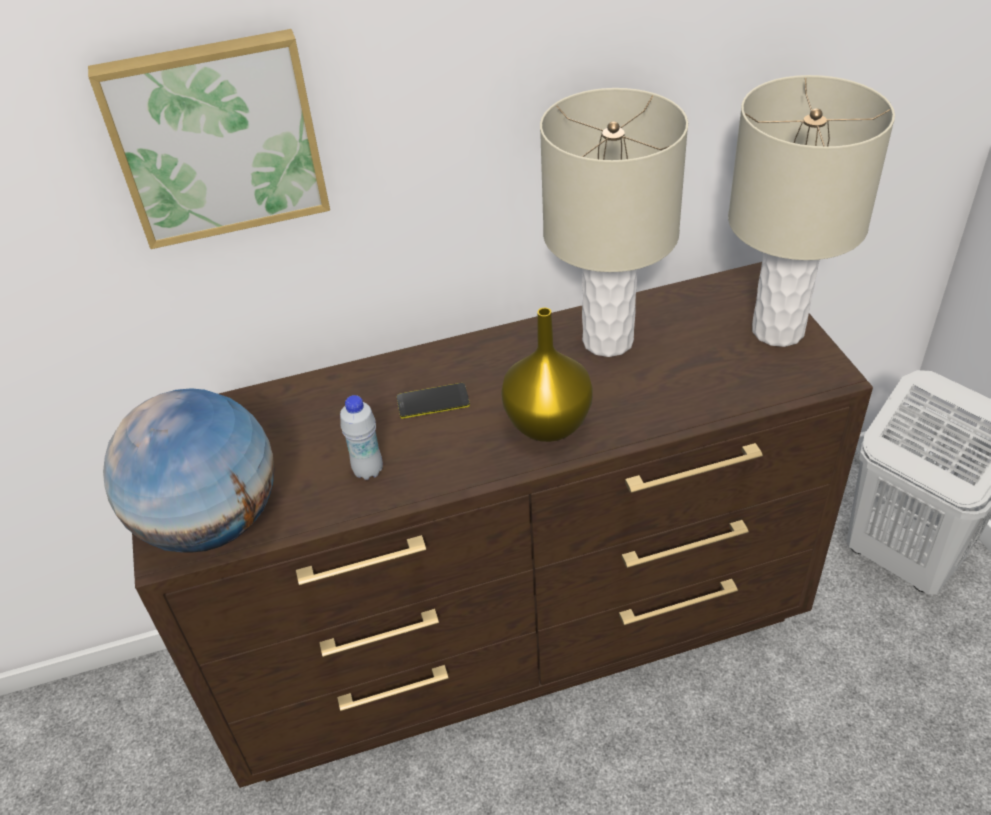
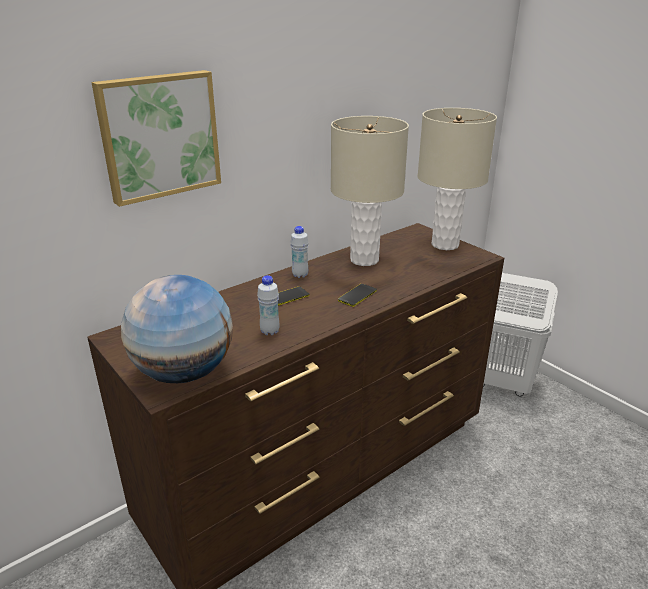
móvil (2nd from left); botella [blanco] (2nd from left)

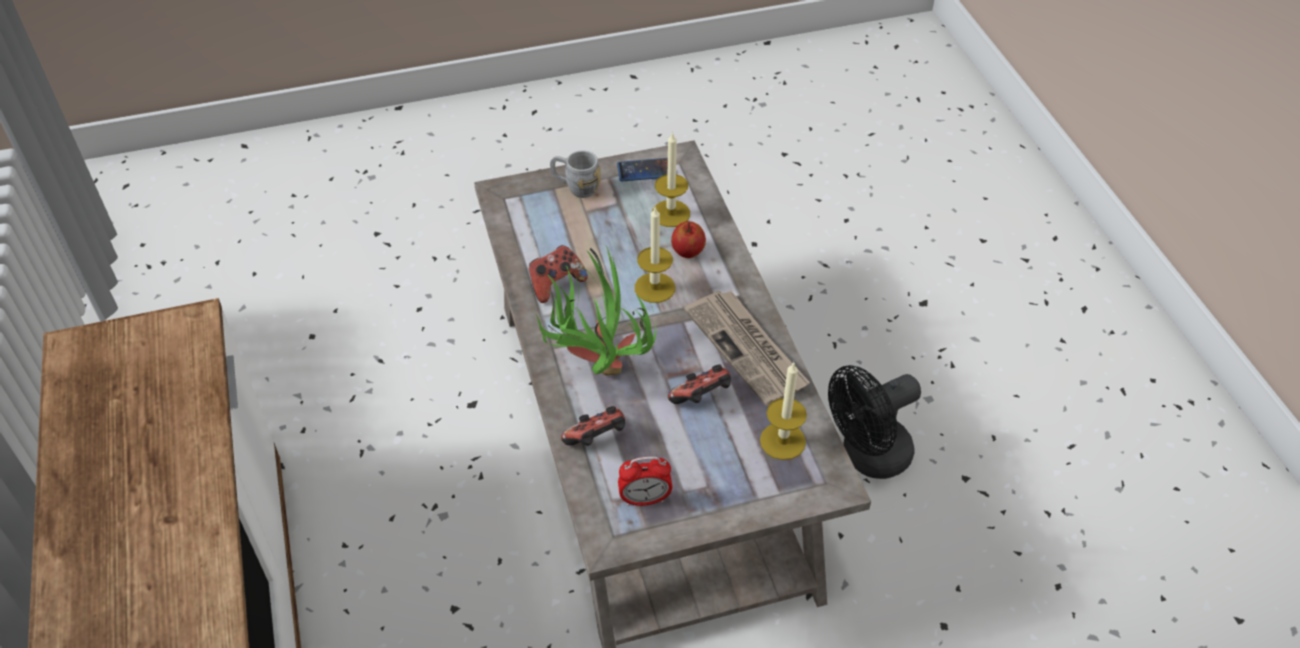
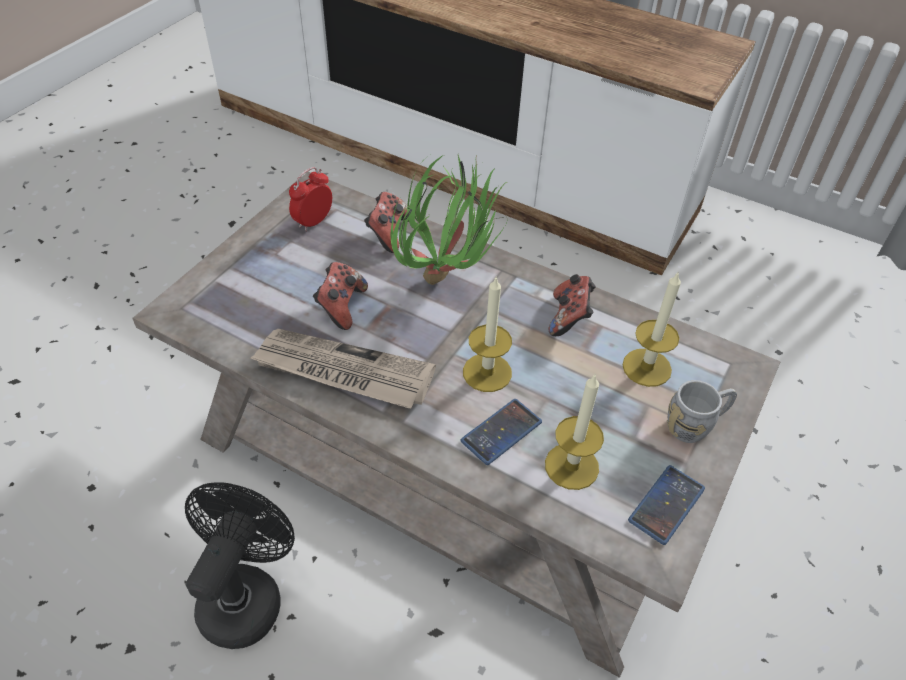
móvil (1st from left); vela (3rd from left)

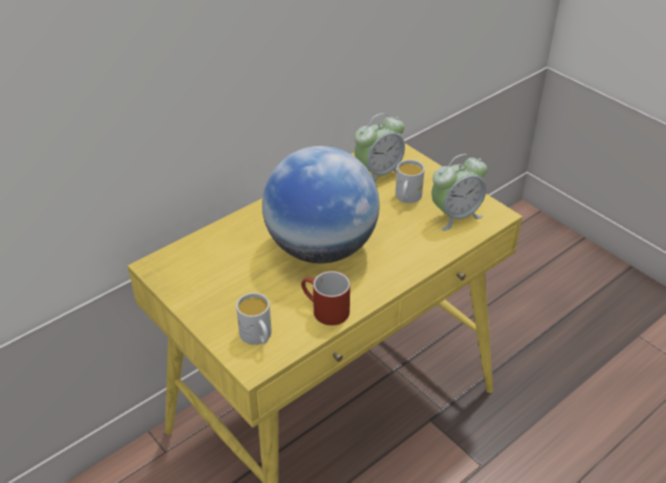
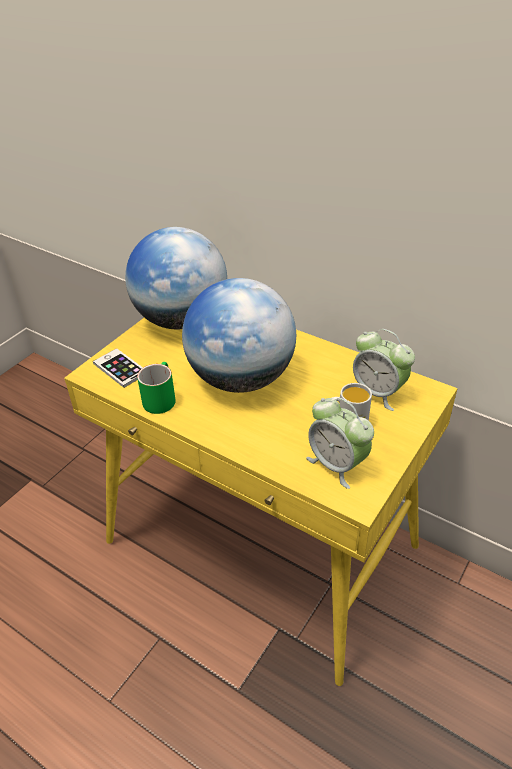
taza grande [verde]; móvil; globo terráqueo (1st from left)

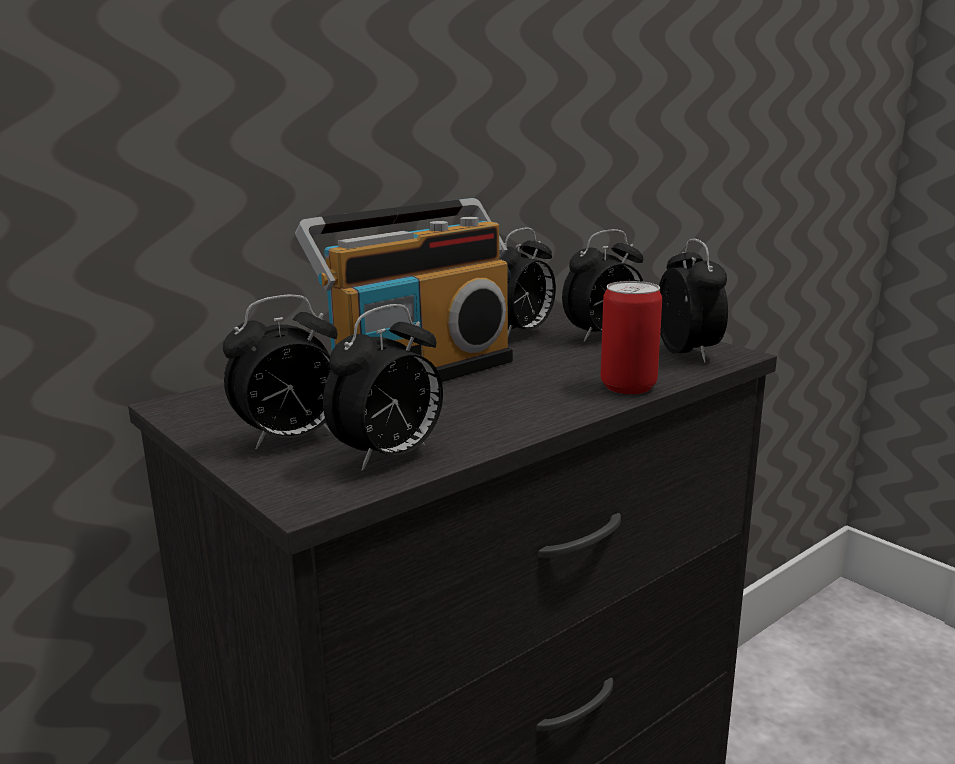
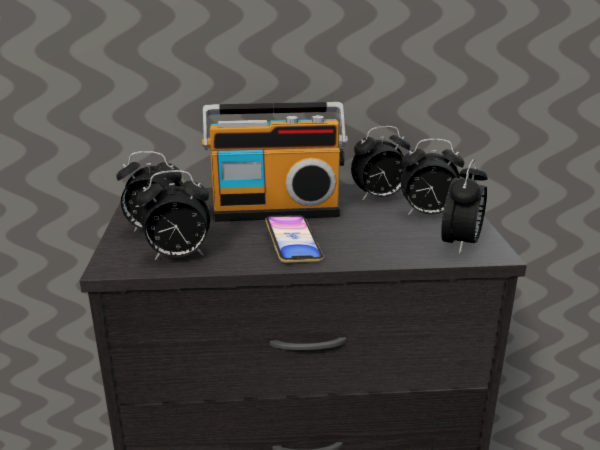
lata; móvil

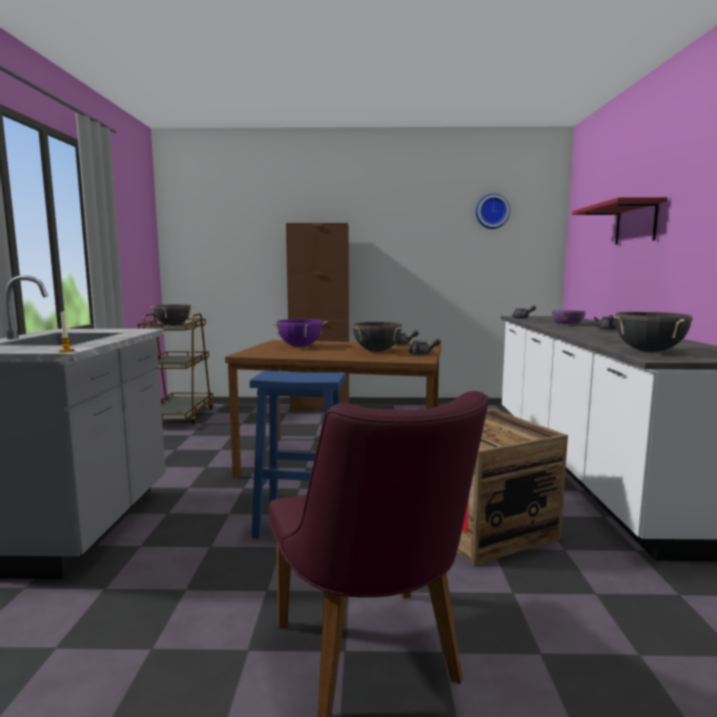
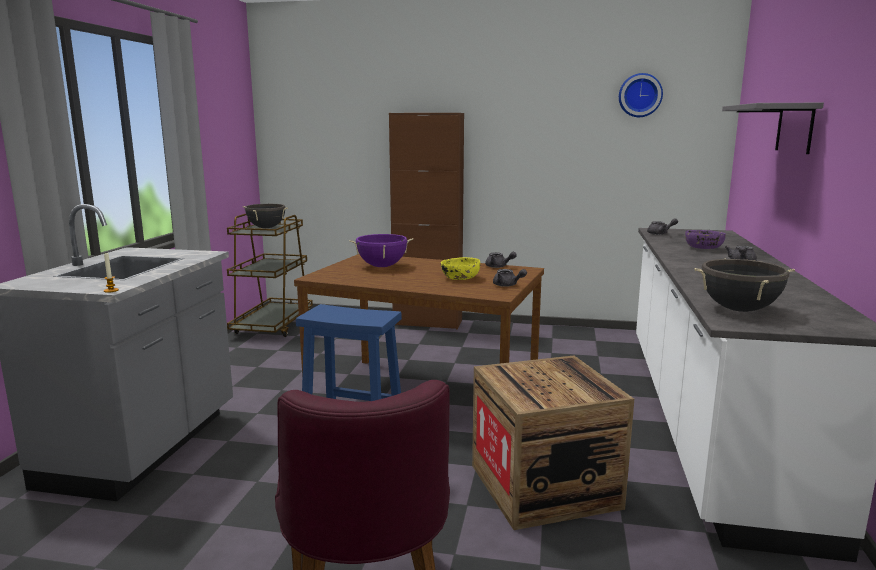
estante [gris]; cuenco [amarillo]

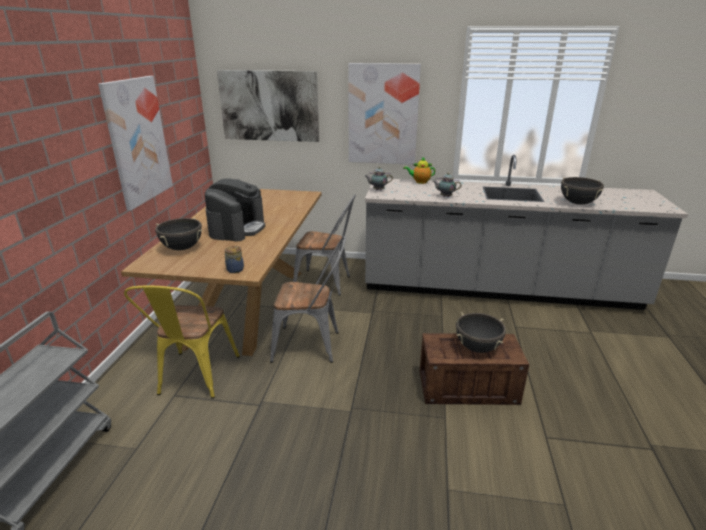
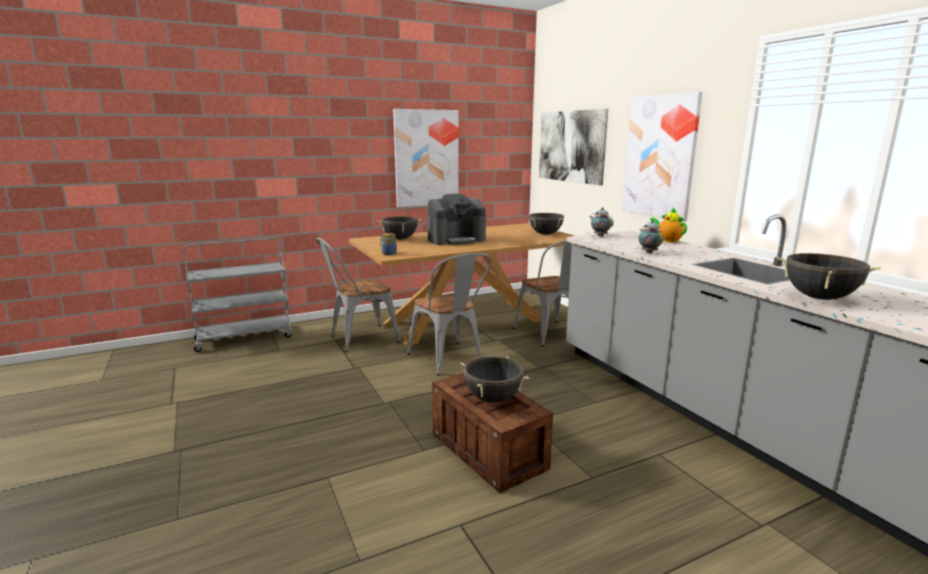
silla [gris] (1st from left); olla [negro] (3rd from left)

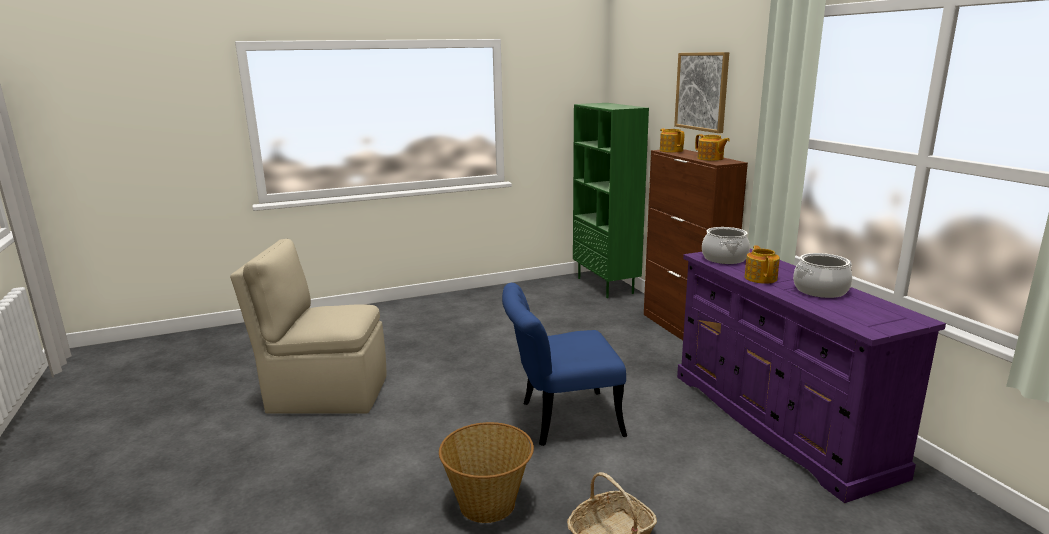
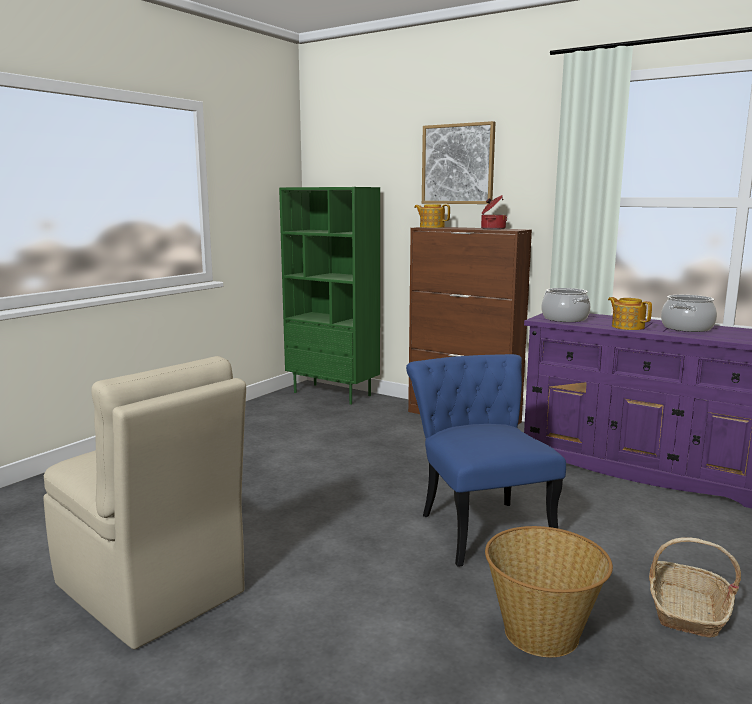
olla (1st from left); silla [beis]; silla [azul]

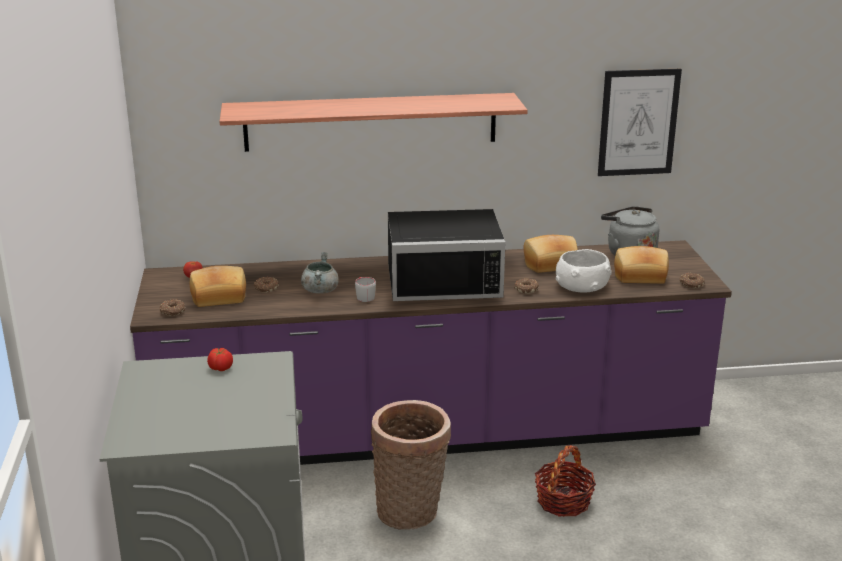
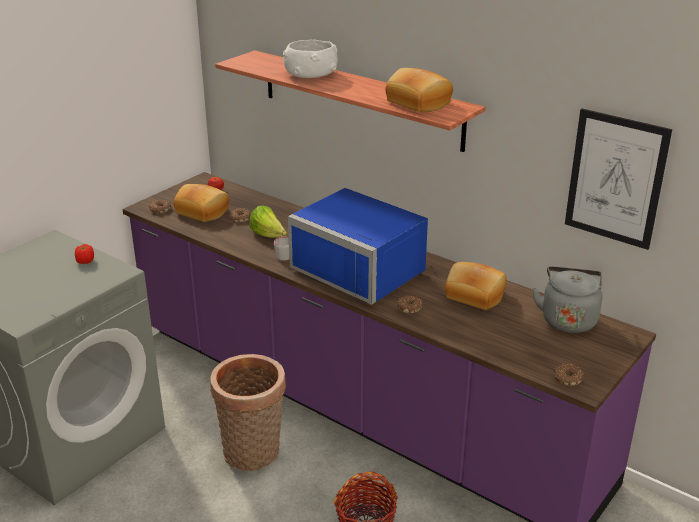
microondas [azul]; pan (2nd from left); cuenco [blanco]; lechuga

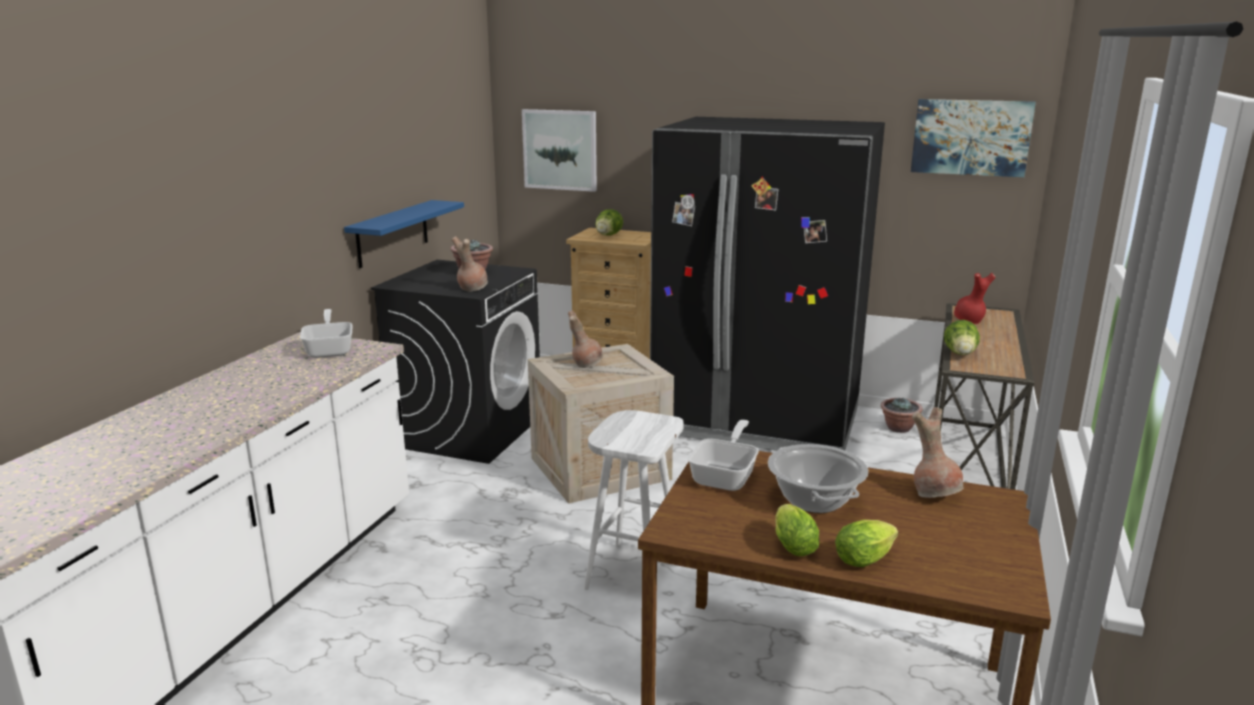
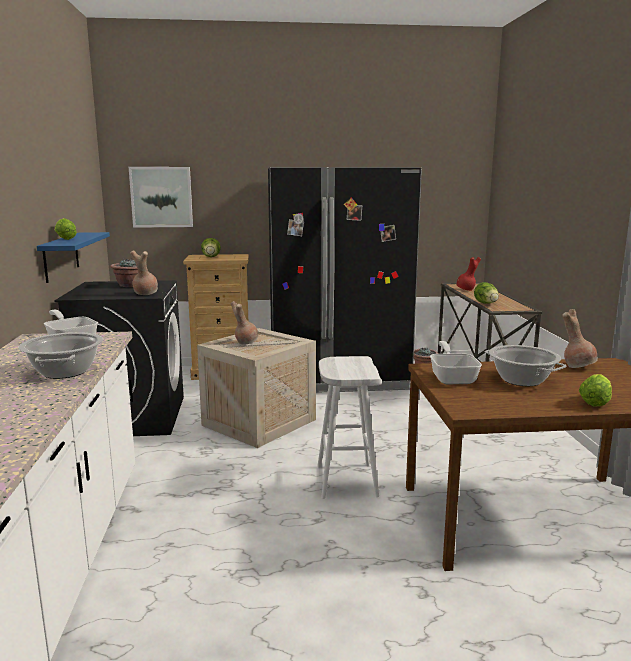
cuadro (2nd from left in the first image); lechuga (1st from left); olla (1st from left)

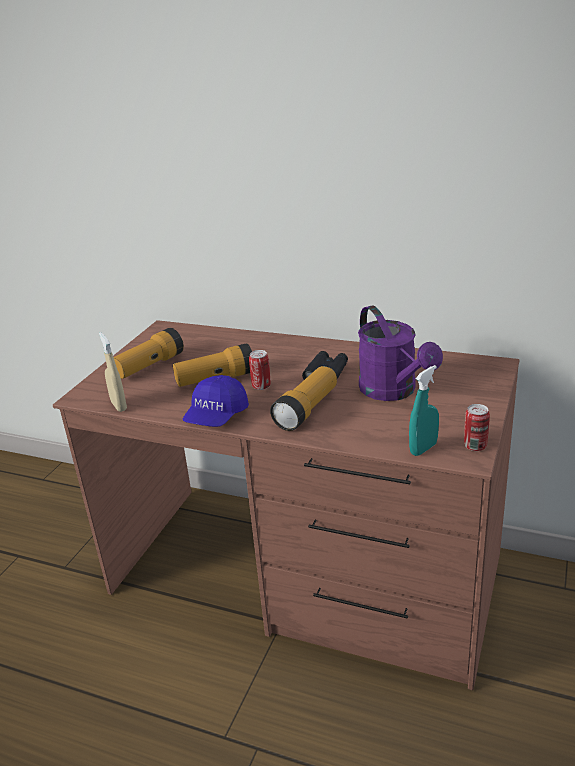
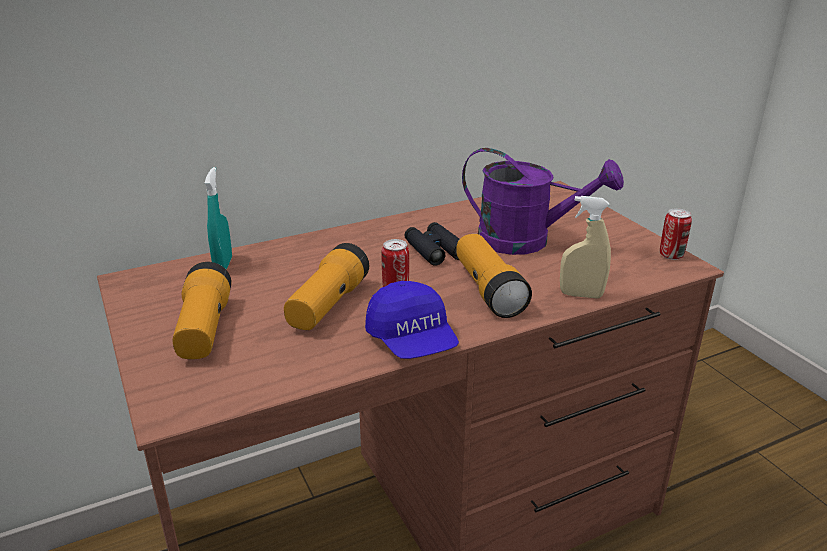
pulverizador [beis]; pulverizador [turquesa]

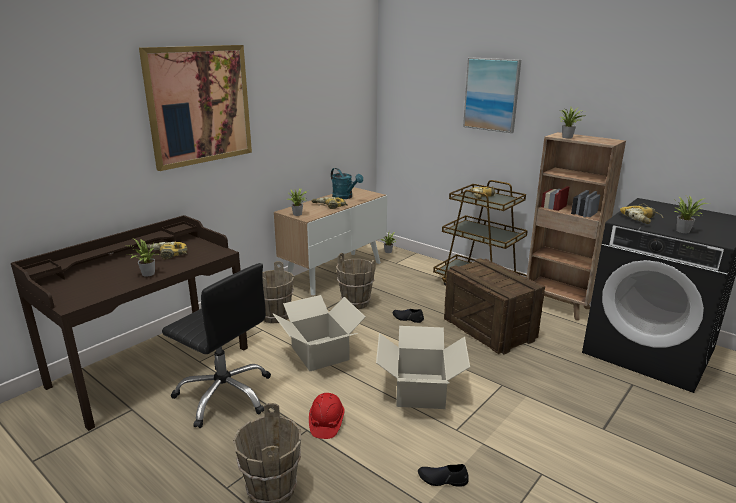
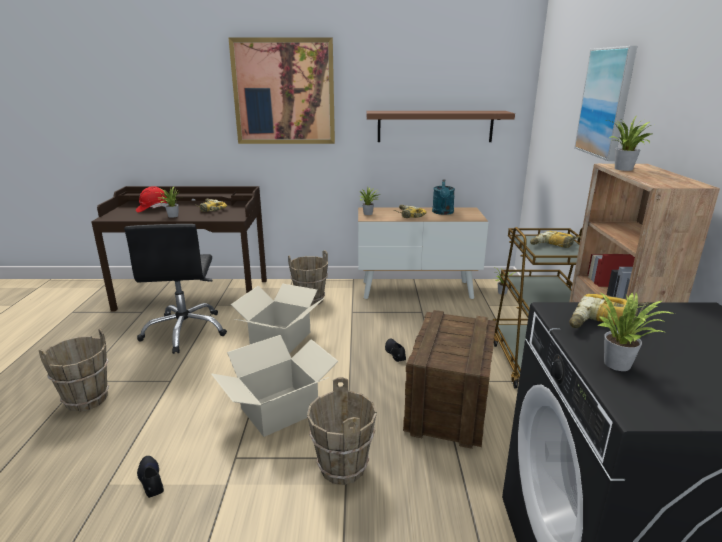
cubo [marrón] (3rd from left); casco [rojo]; estante [marrón]

